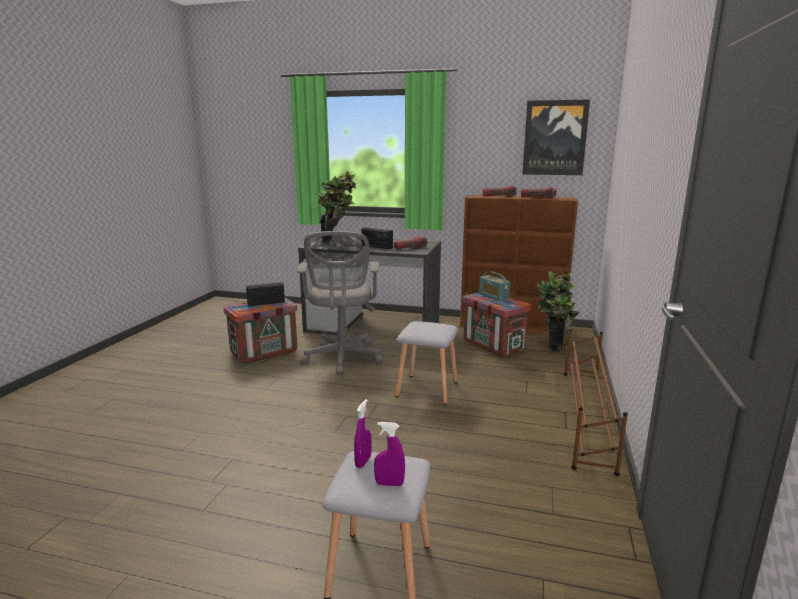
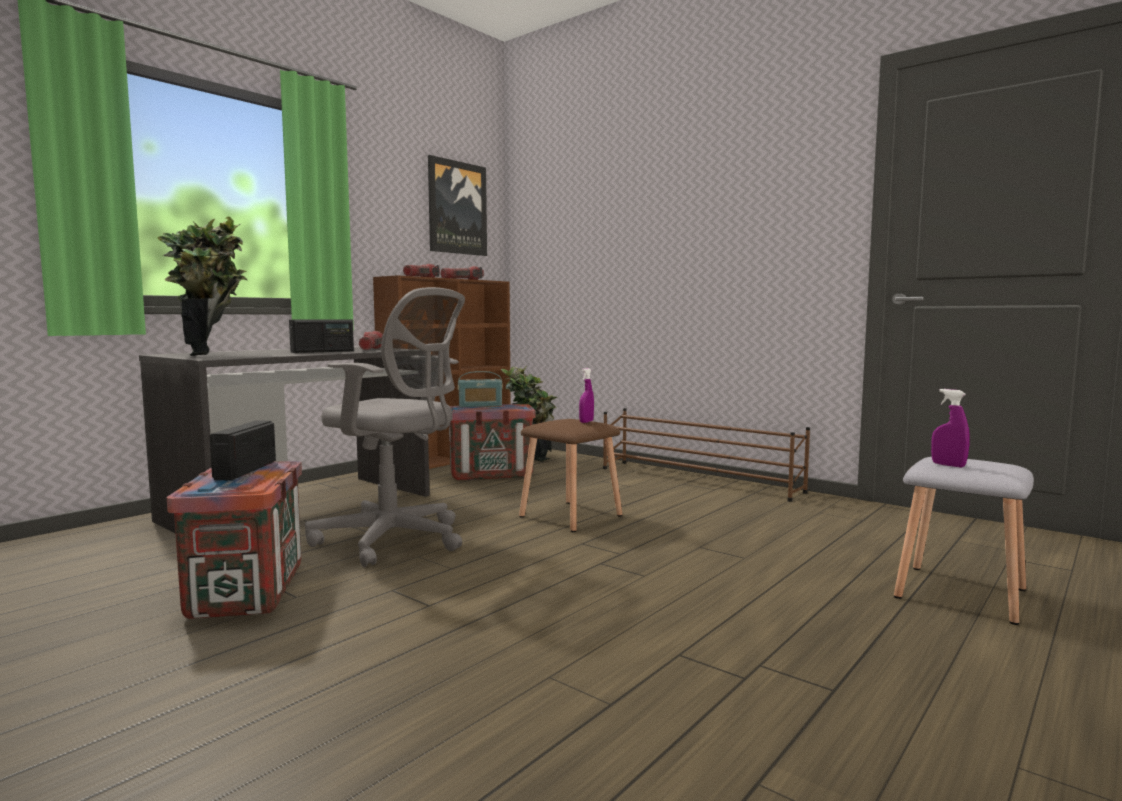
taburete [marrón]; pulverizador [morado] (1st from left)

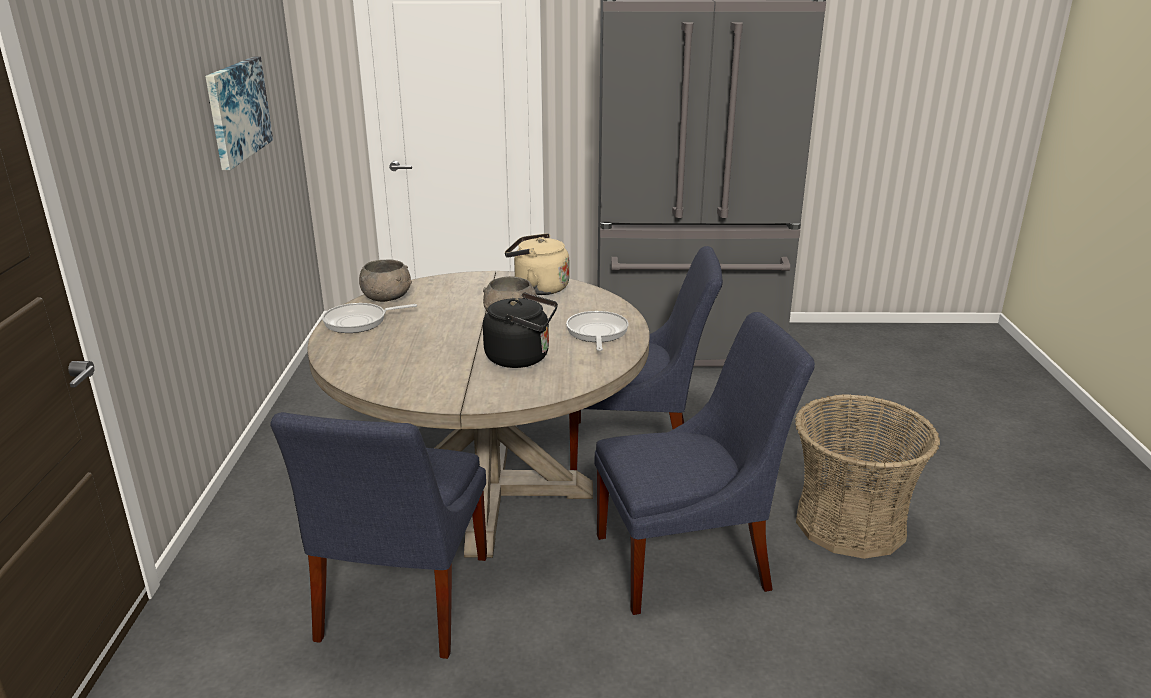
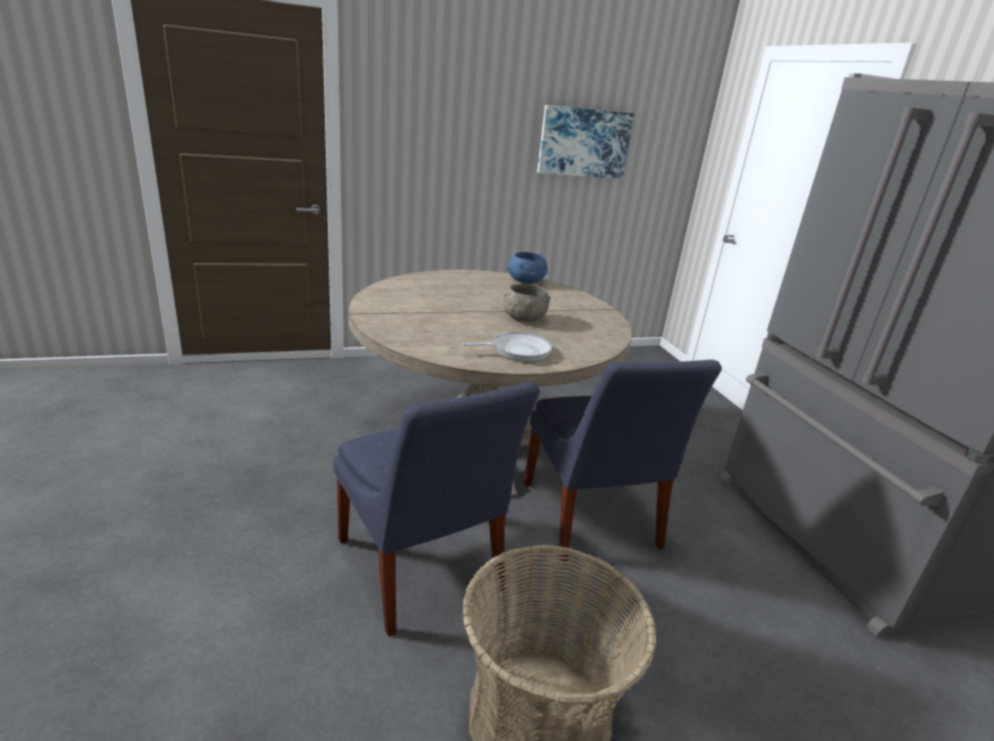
hervidor [beis]; cuenco [azul]; hervidor [negro]; sartén (1st from left in the first image); silla [azul] (1st from left in the first image)

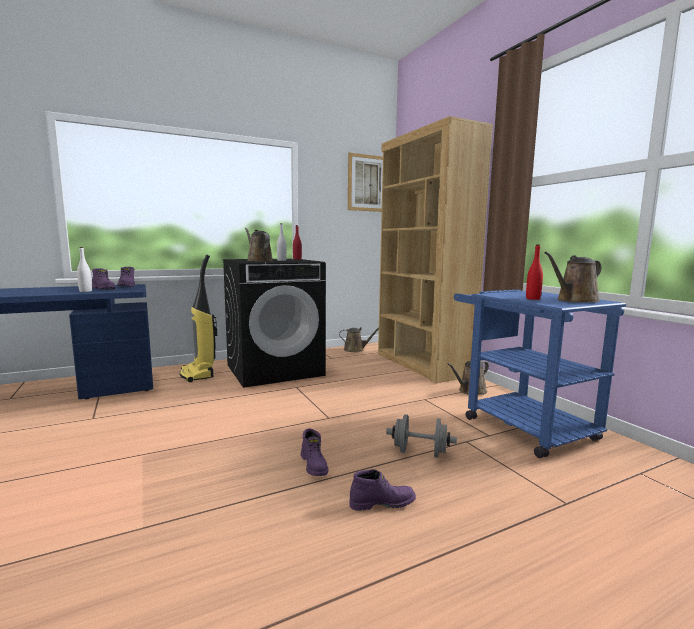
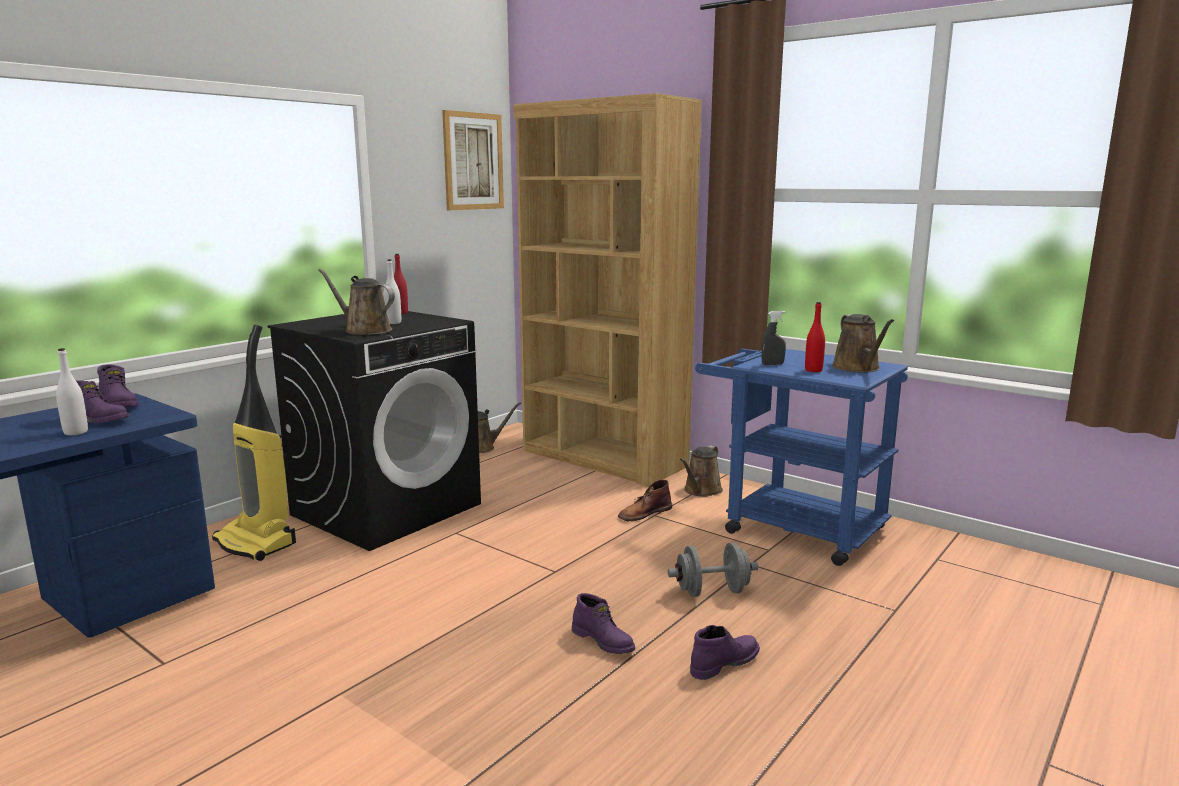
regadera [marrón] (4th from left); pulverizador [gris]; bota [marrón]

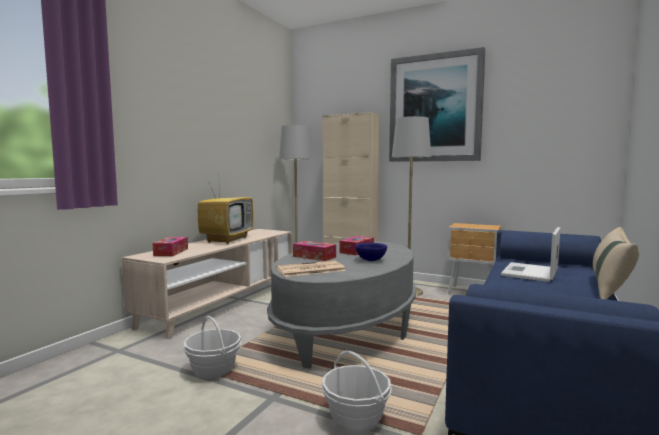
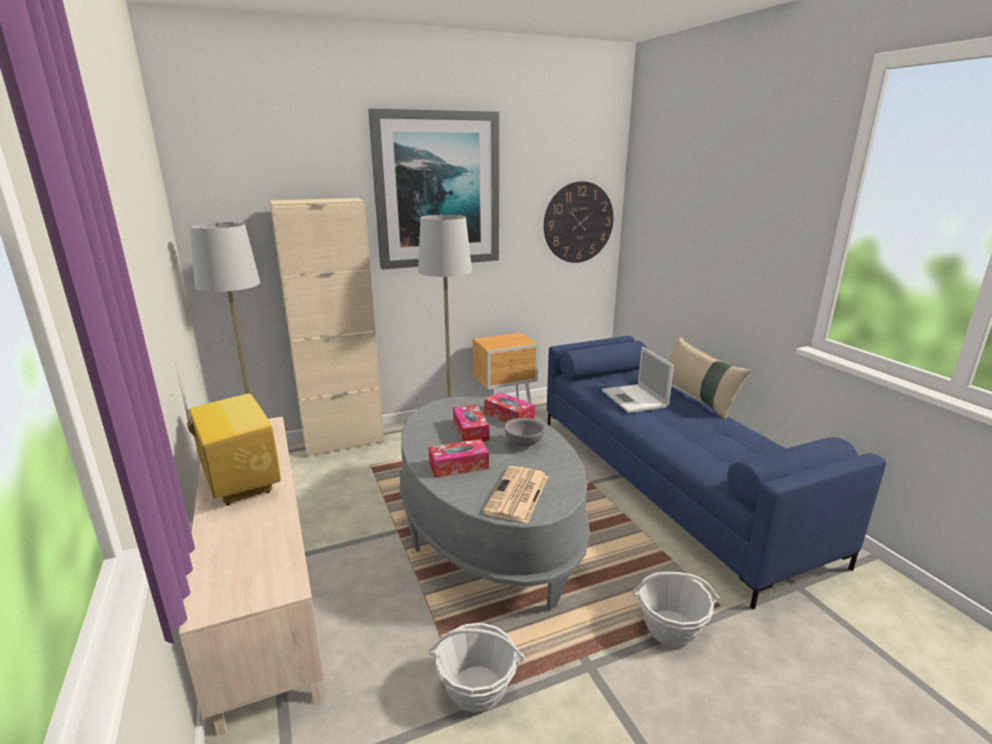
caja de pañuelos (3rd from left); cuenco [gris]; reloj de pared

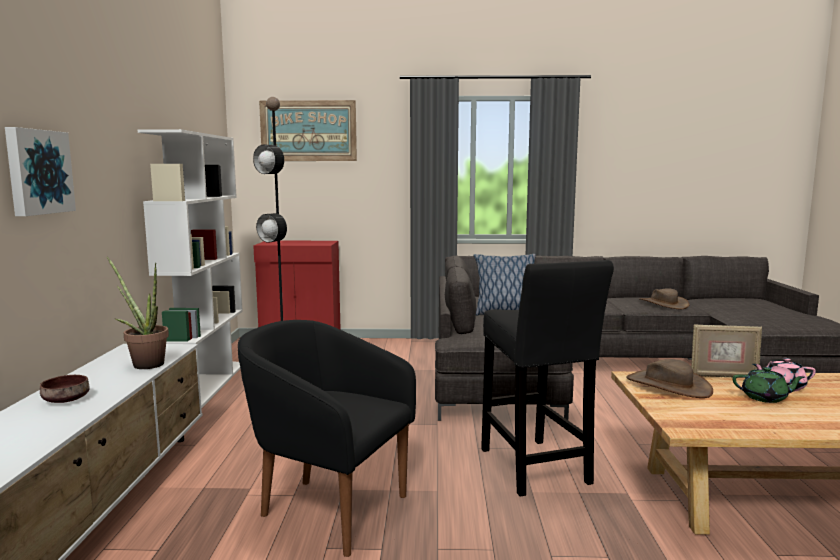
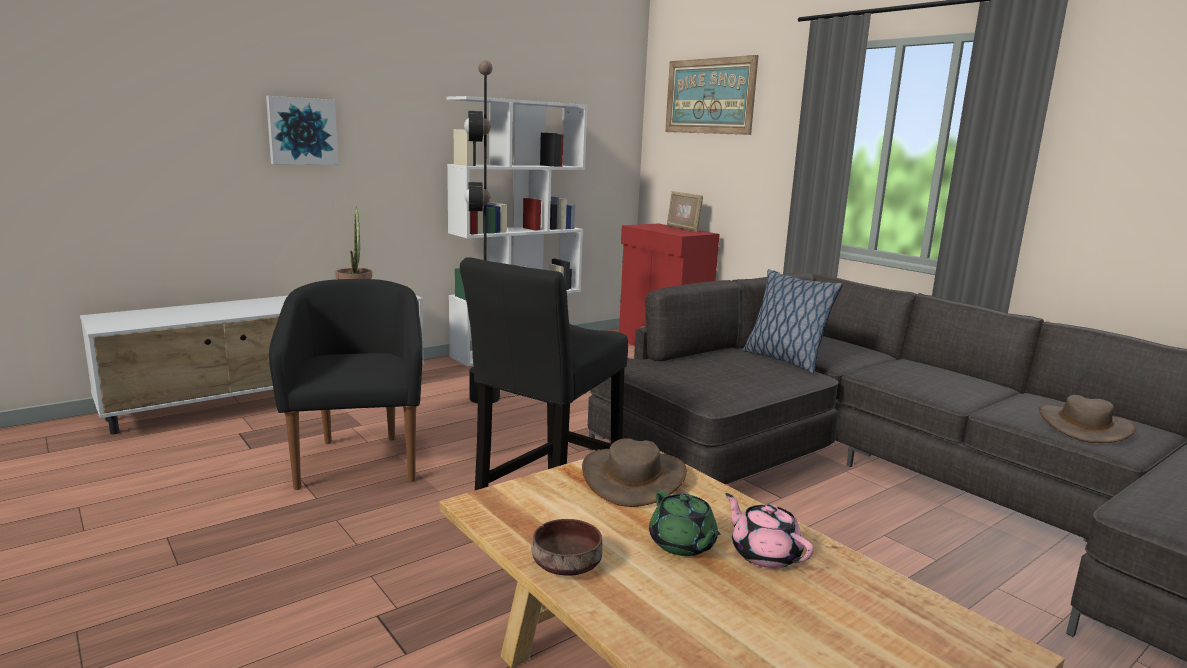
portarretratos; cuenco [marrón]

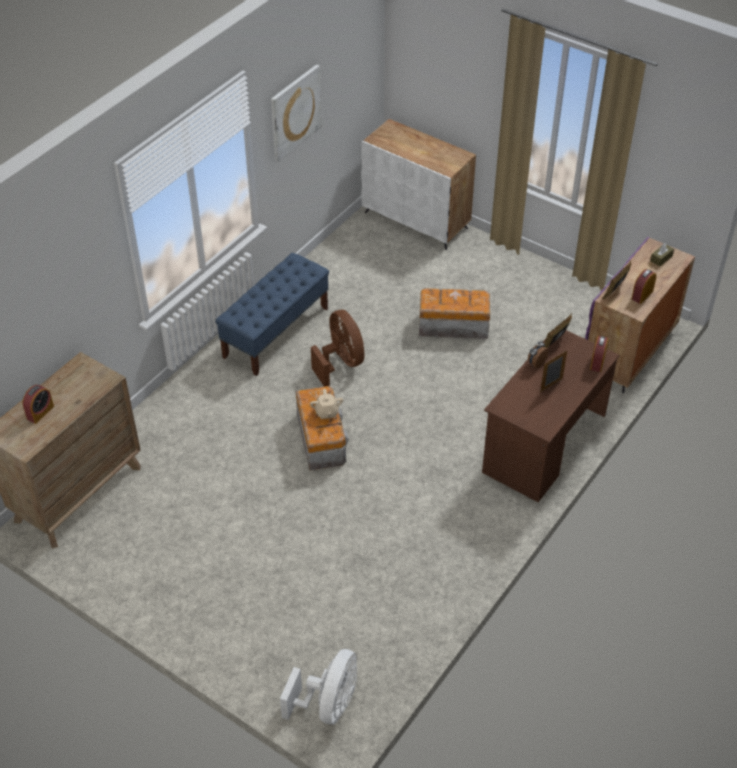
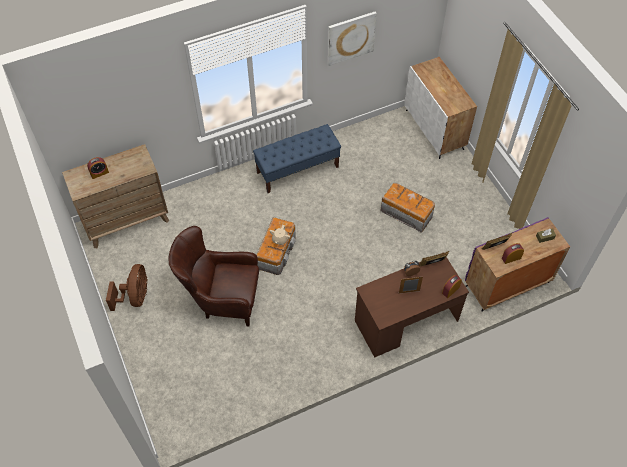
ventilador [marrón]; ventilador [blanco]; sillón [marrón]

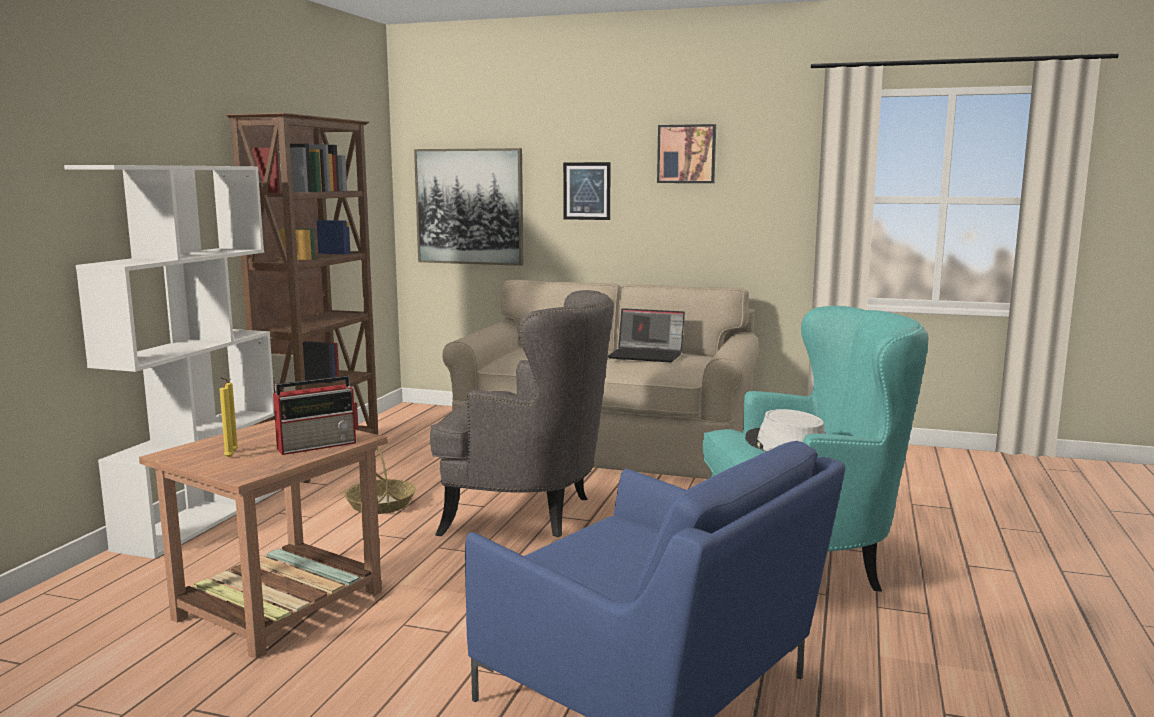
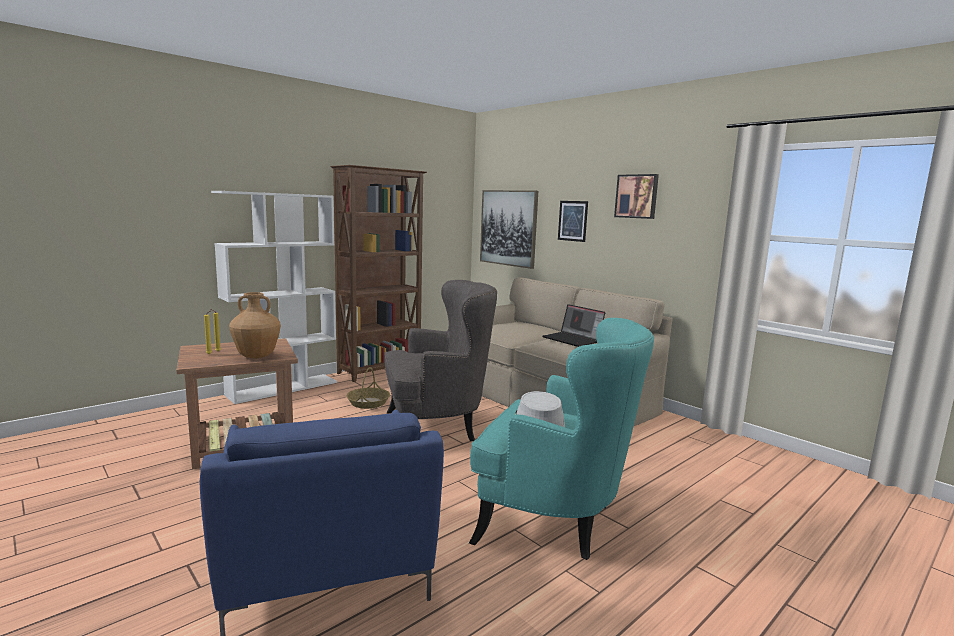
sillón [gris]; florero [marrón]

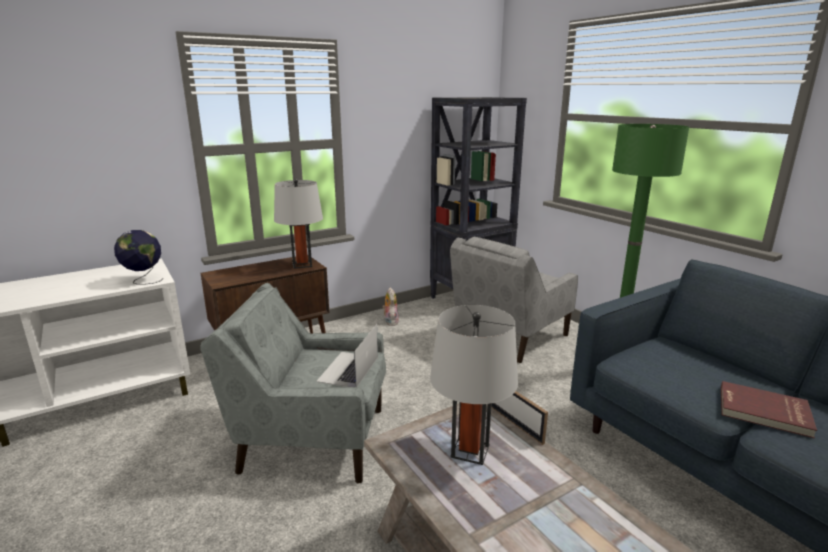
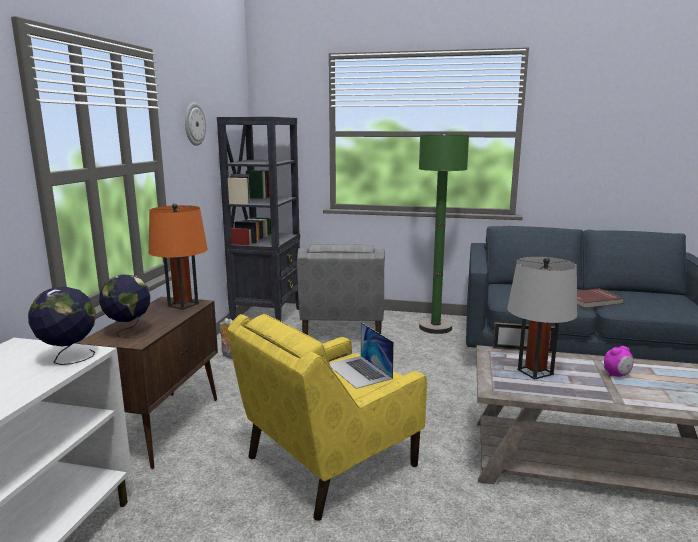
lámpara de mesa [naranja]; sillón [amarillo]; reloj de pared; globo terráqueo (2nd from left); despertador

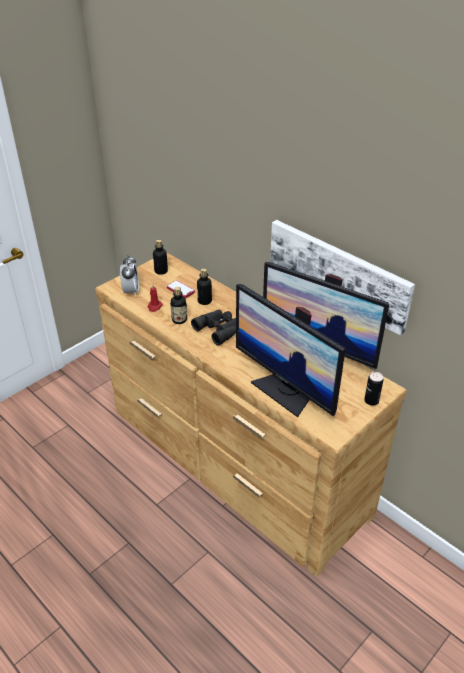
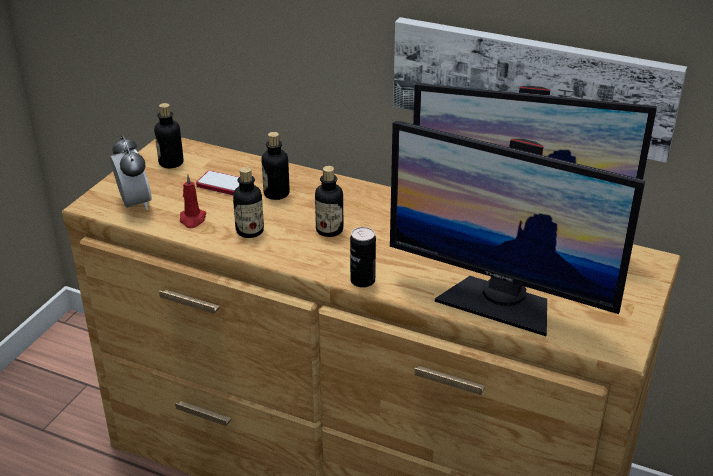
botella (4th from left); lata

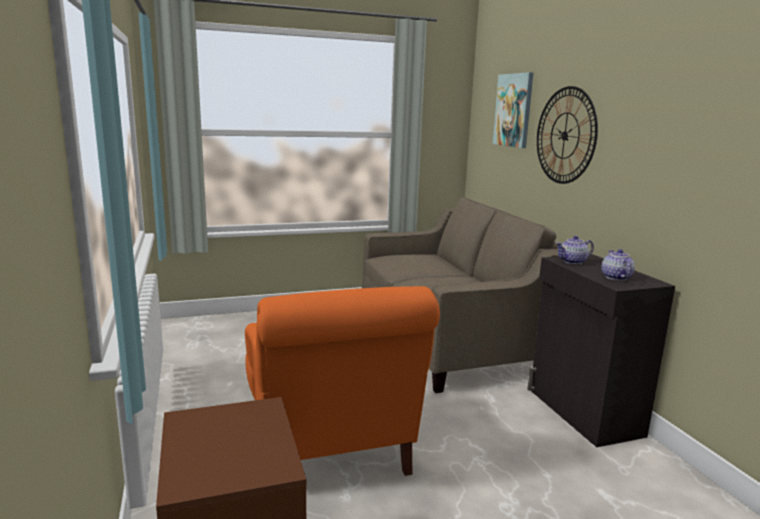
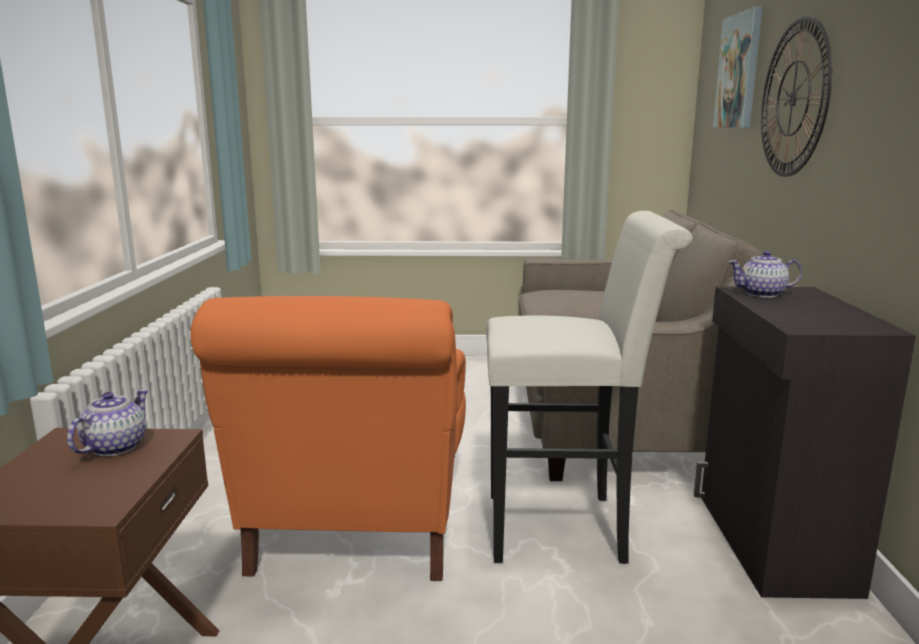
tetera (1st from left); taburete [blanco]

